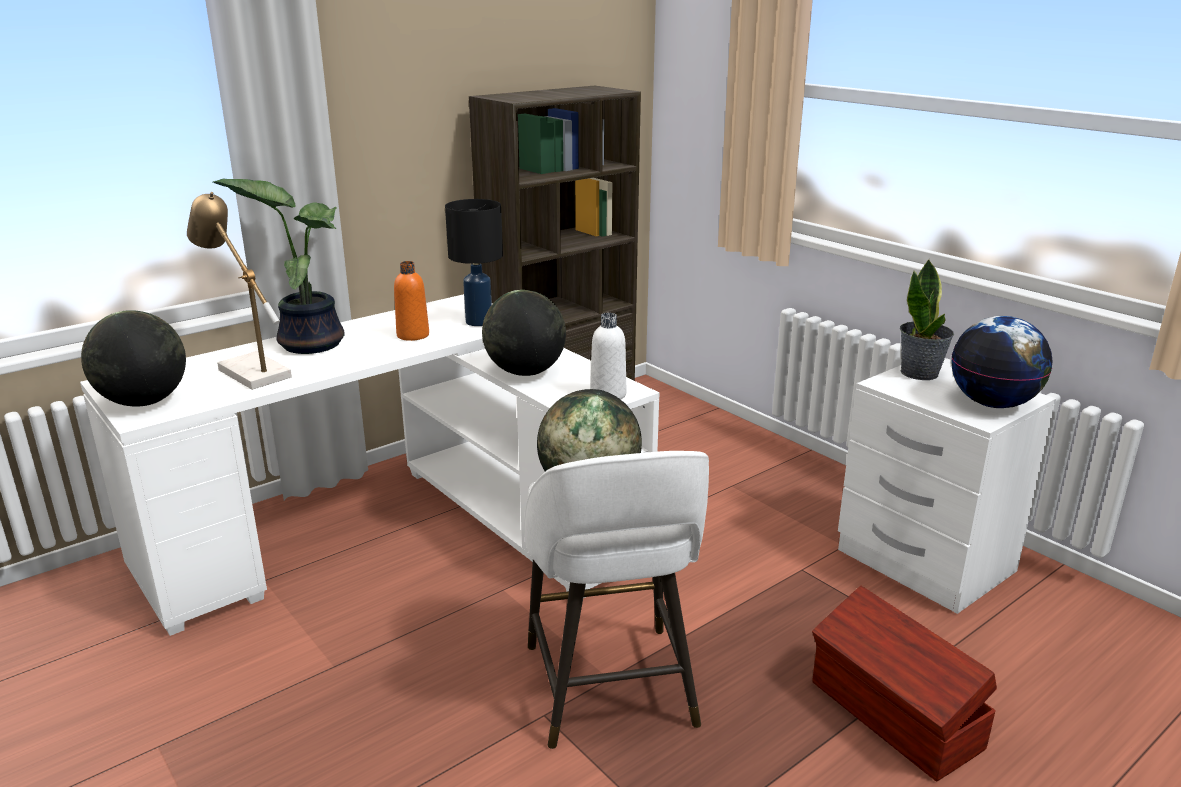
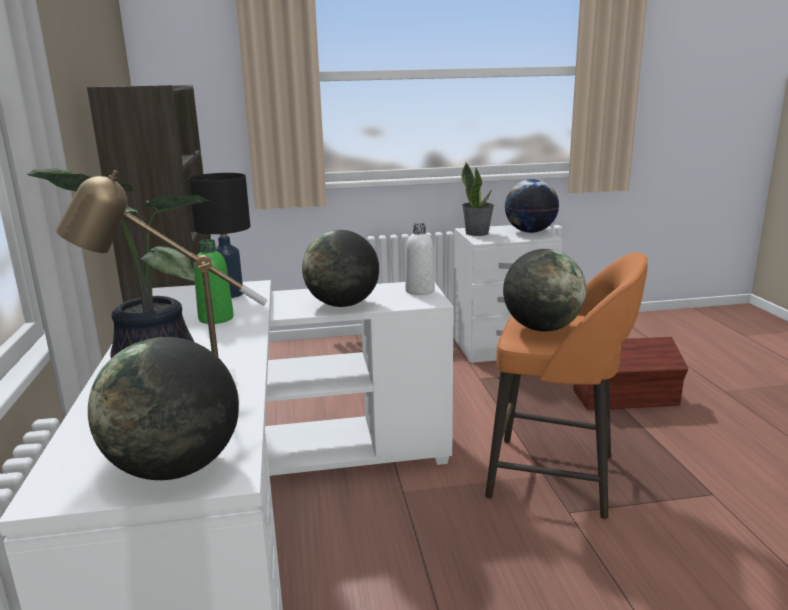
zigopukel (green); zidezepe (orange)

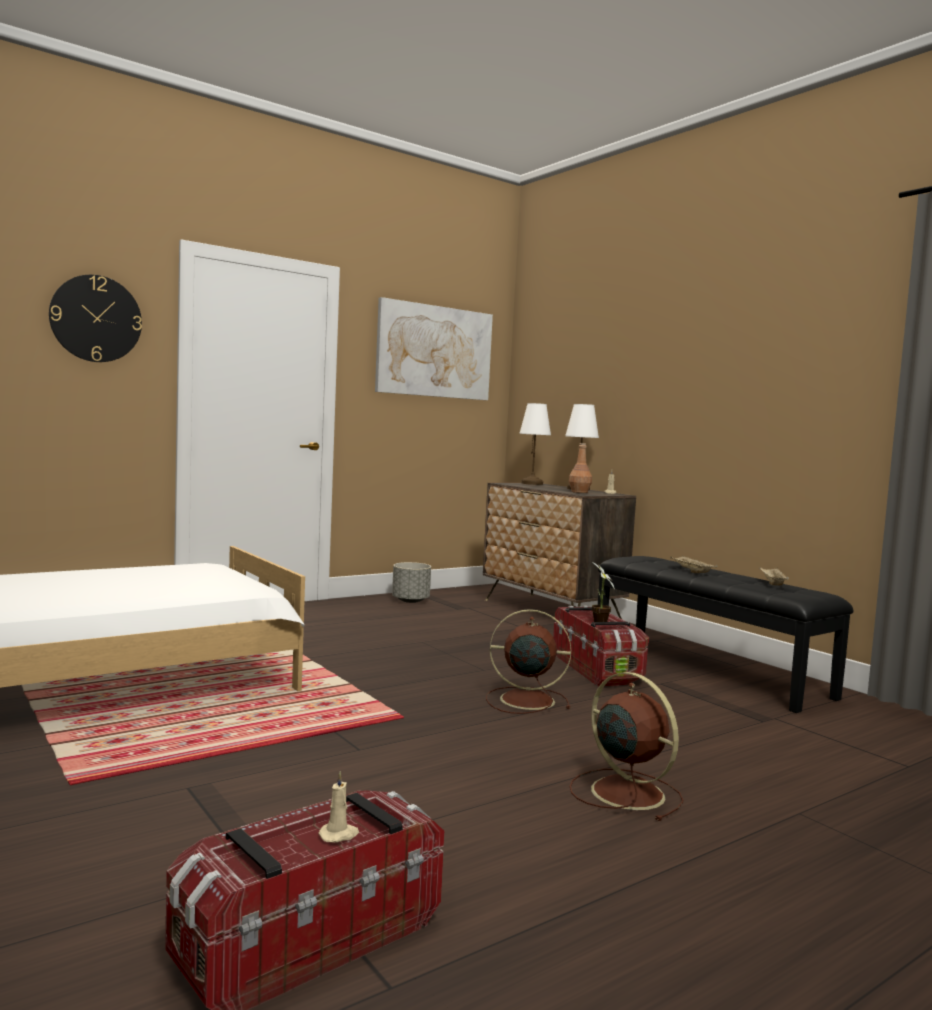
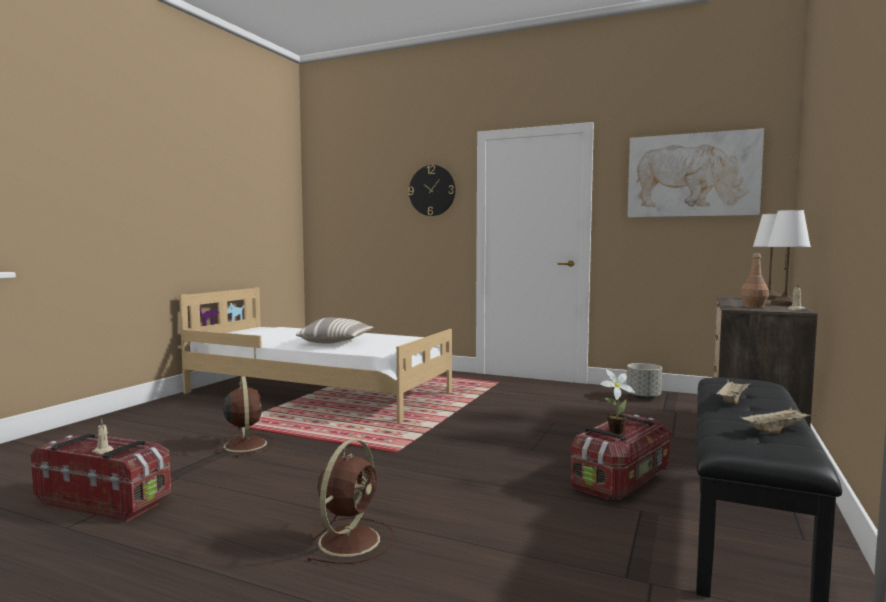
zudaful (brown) (no. 1 from left); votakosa

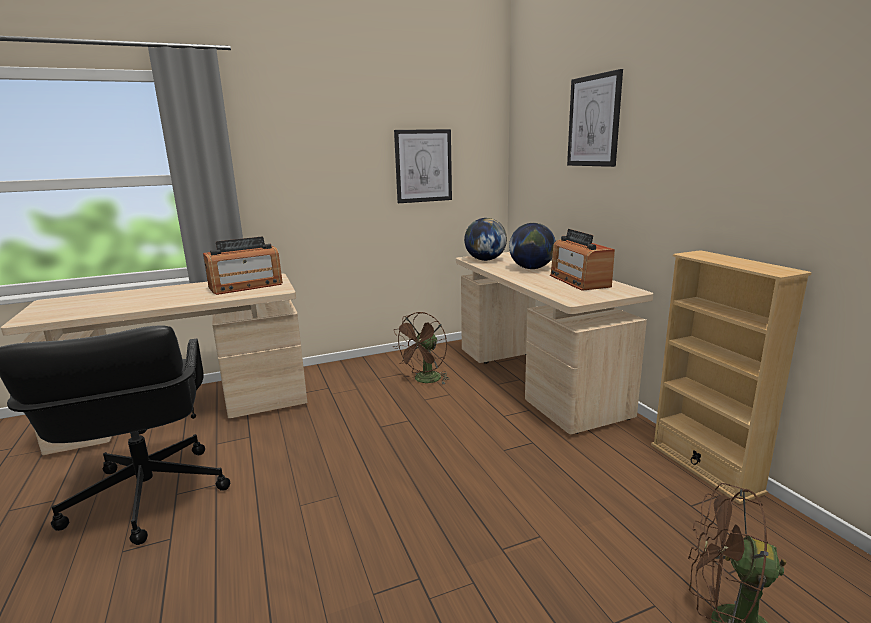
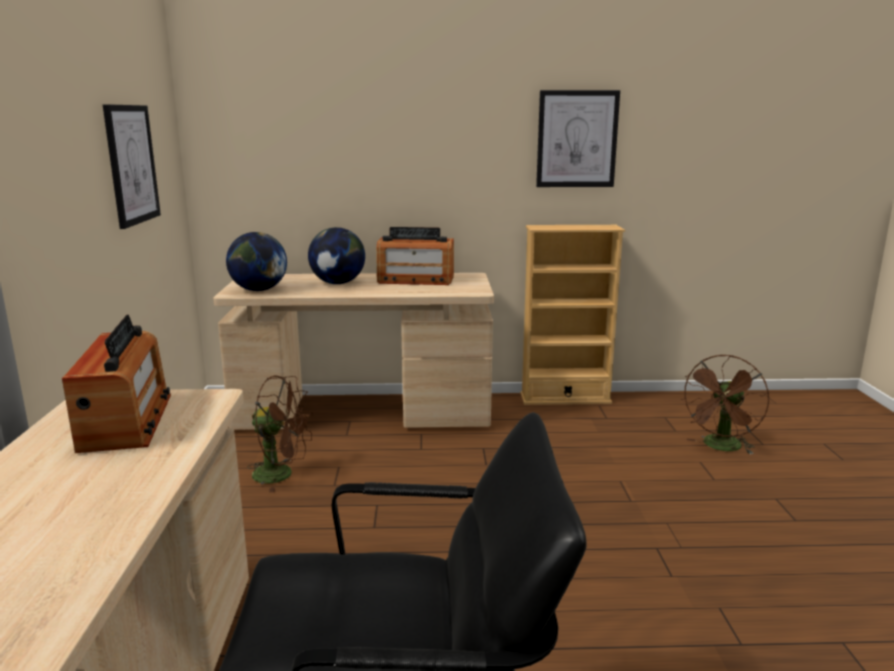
zudaful (brown) (no. 1 from left); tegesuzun (no. 2 from left)

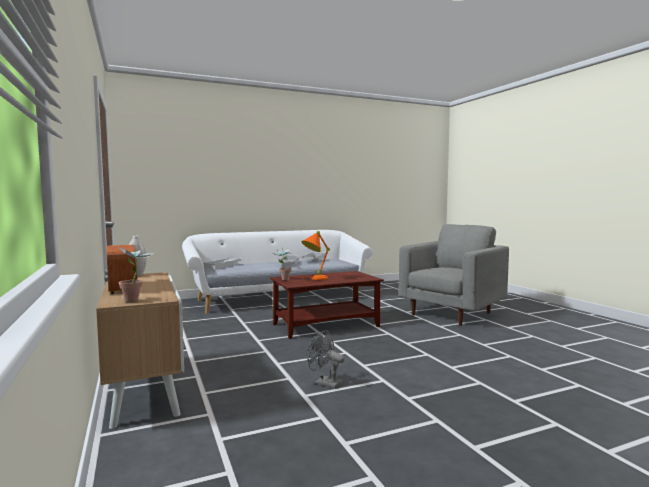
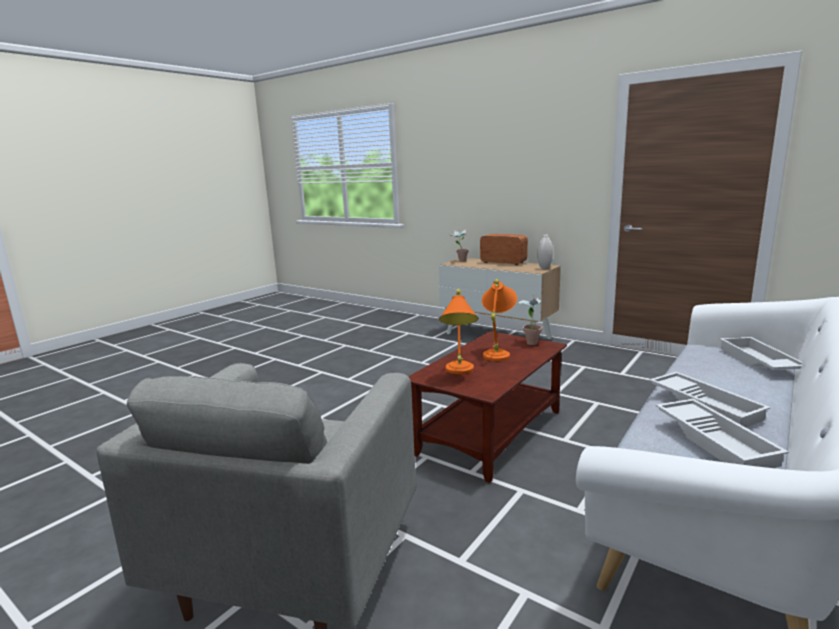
zudaful (grey); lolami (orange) (no. 1 from left)

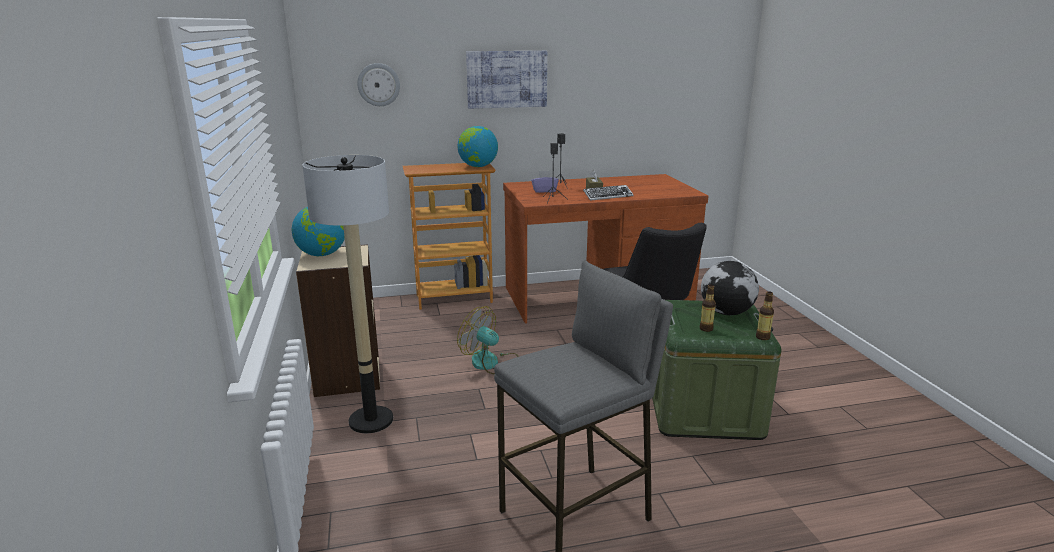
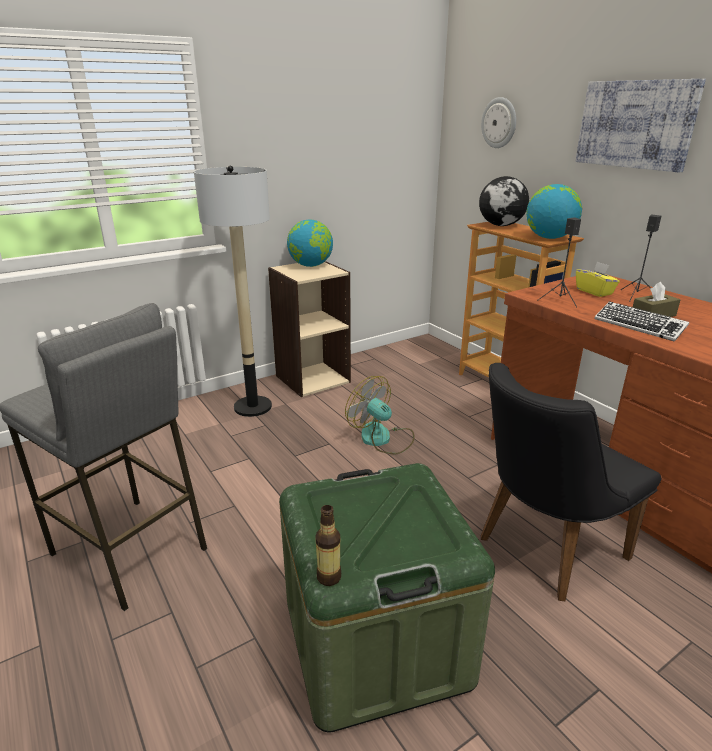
zudaful; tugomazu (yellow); zigopukel (no. 1 from left in the first image); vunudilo (no. 2 from left)

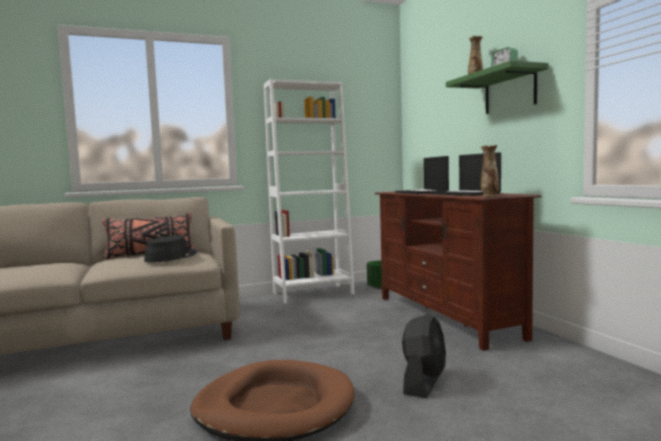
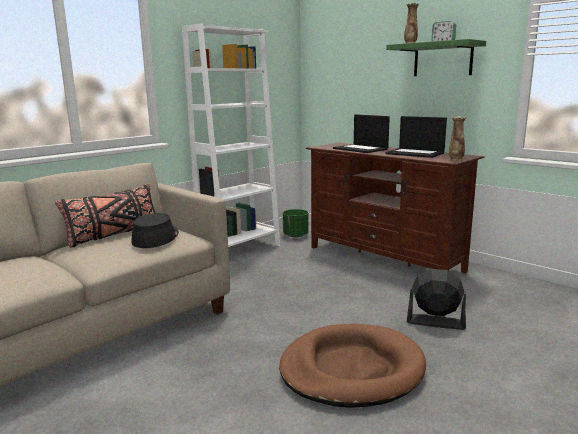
zudaful (black)

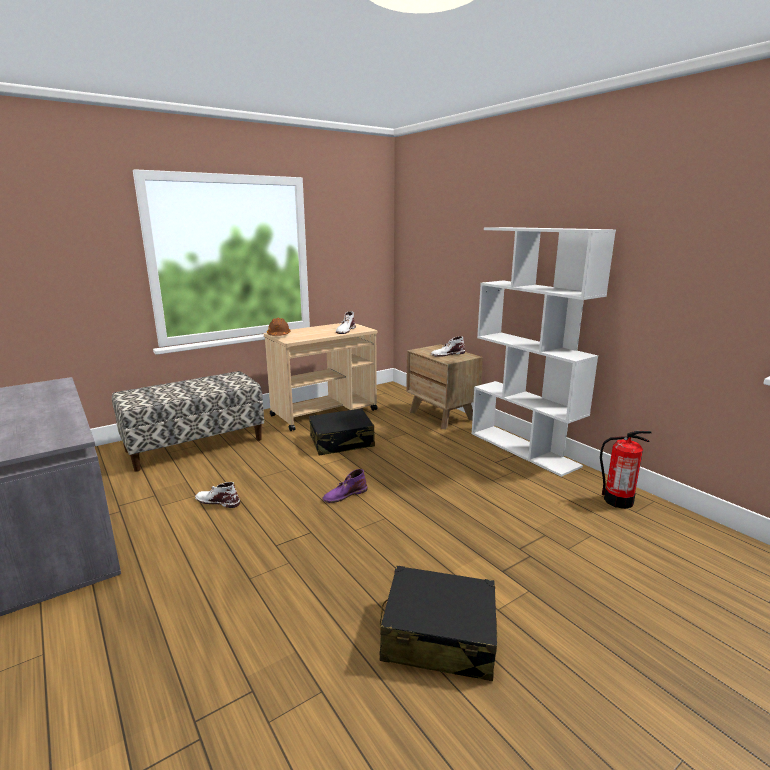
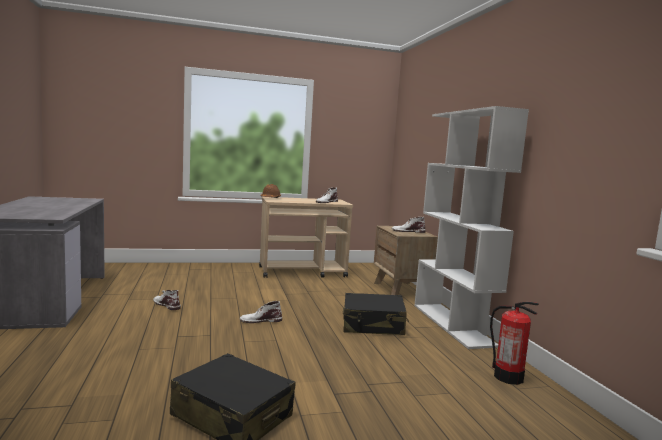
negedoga; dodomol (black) (no. 2 from left); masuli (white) (no. 2 from left)

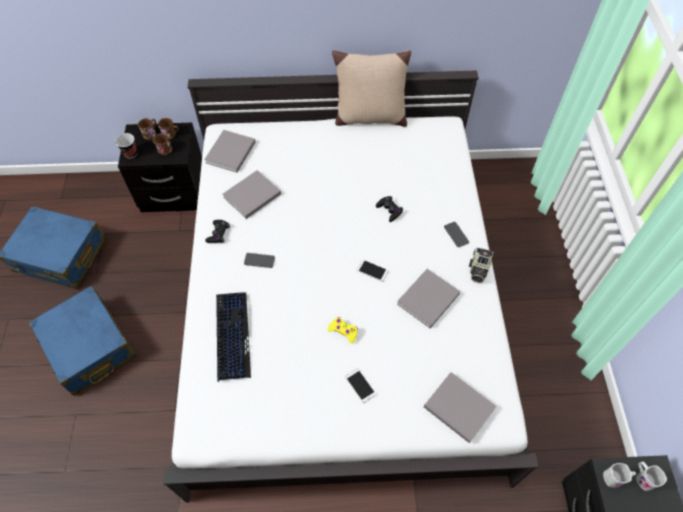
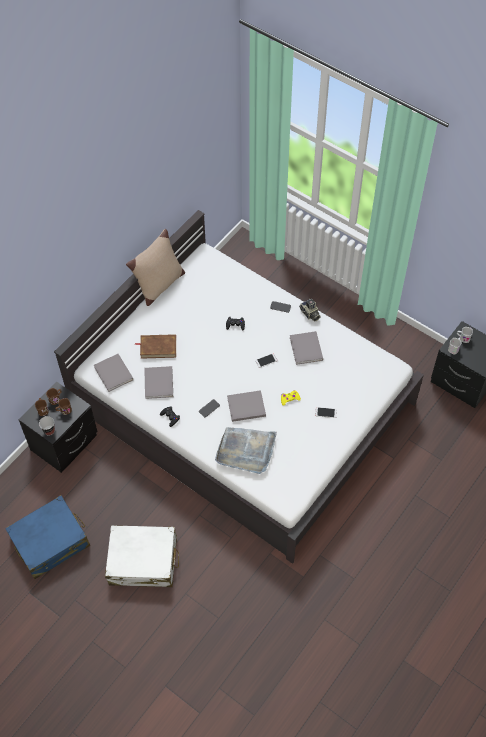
dodomol (white); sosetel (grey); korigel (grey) (no. 3 from left); korigel (brown)

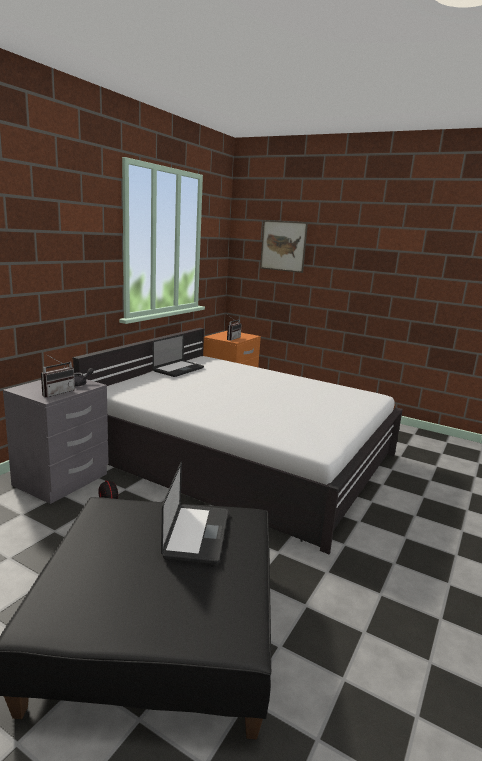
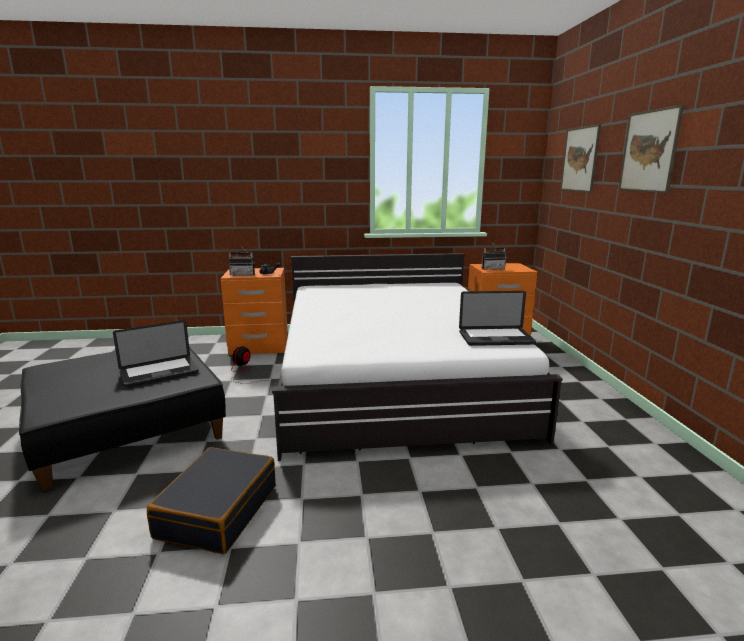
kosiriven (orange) (no. 1 from left); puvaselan (no. 2 from left); dodomol (black); tegesuzun (no. 2 from left)

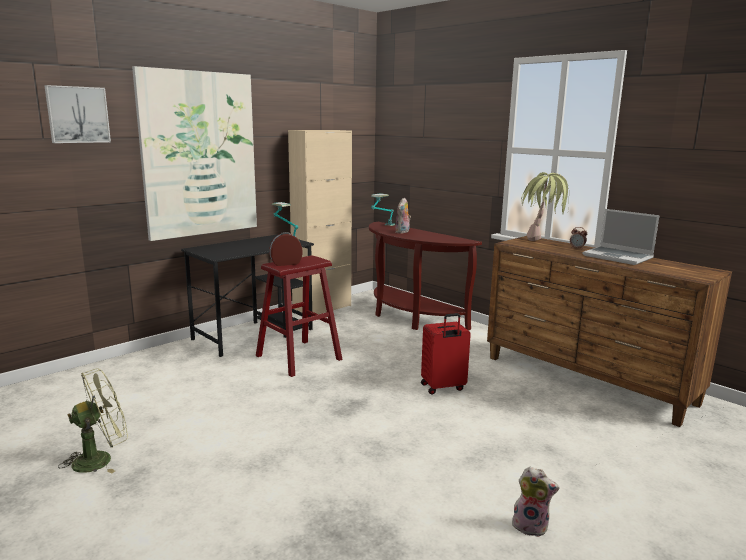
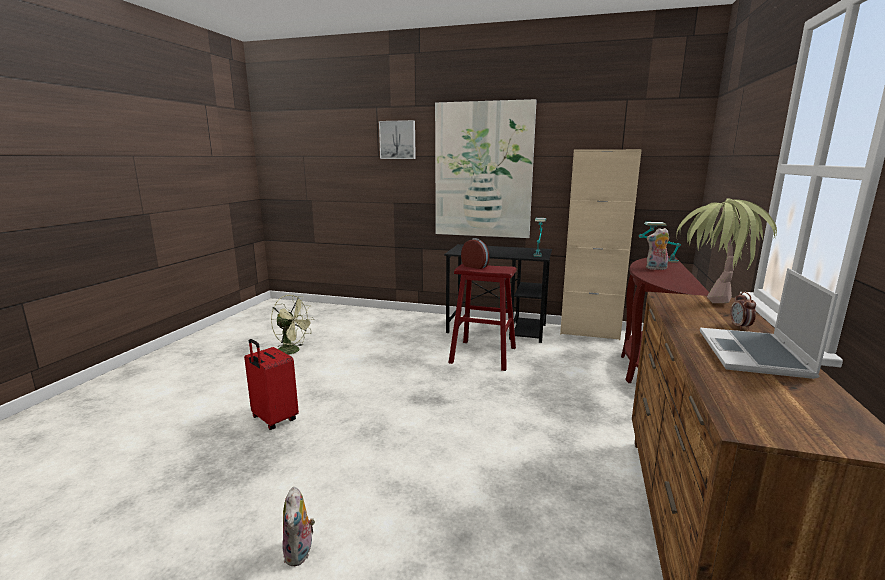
dodomol (red)

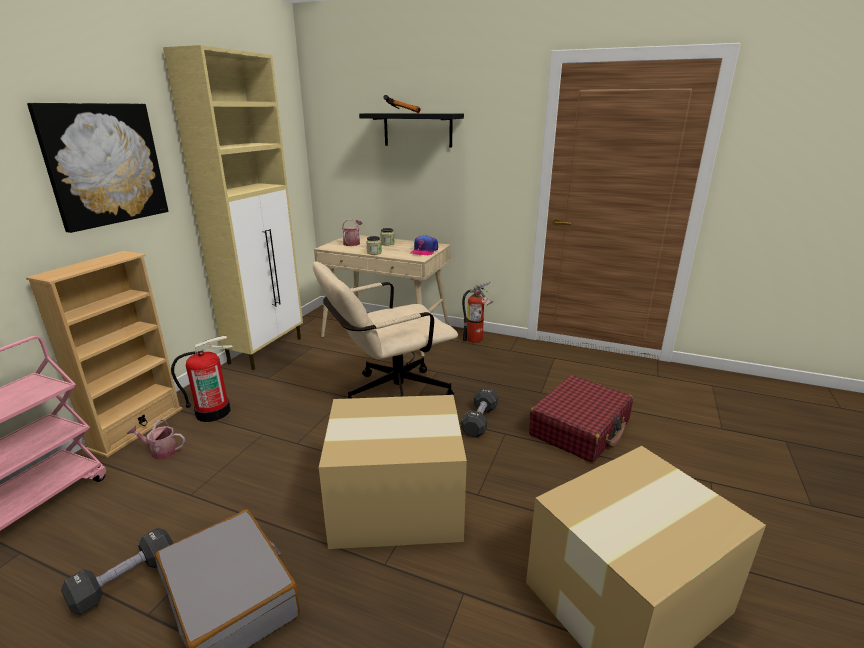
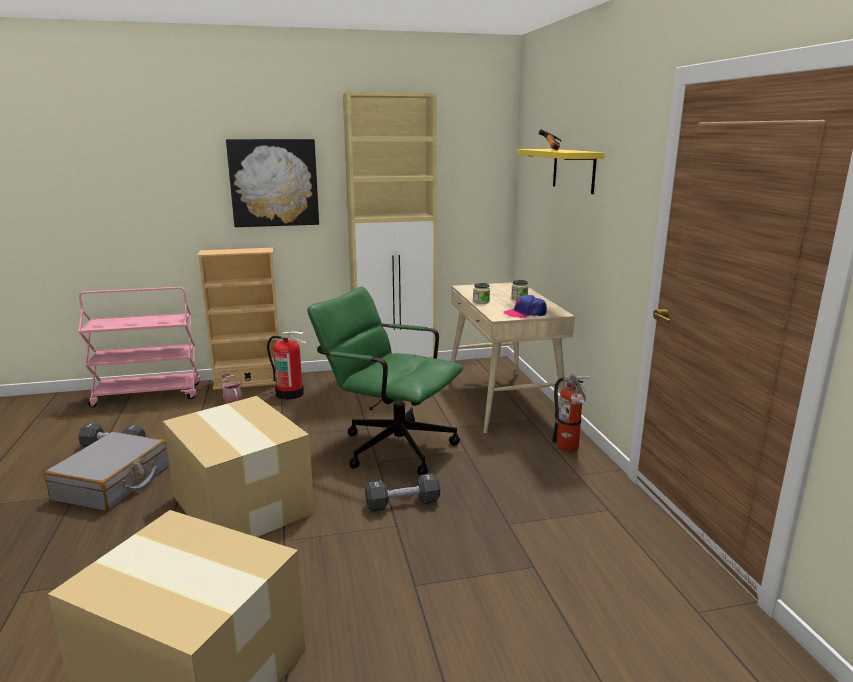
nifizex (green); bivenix (no. 2 from left in the first image); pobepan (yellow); dodomol (red)

